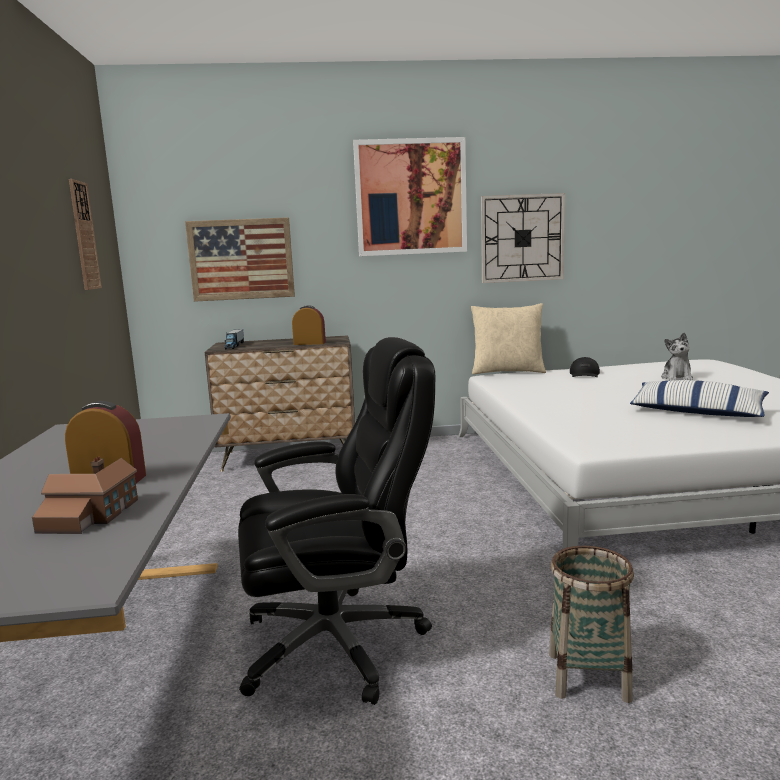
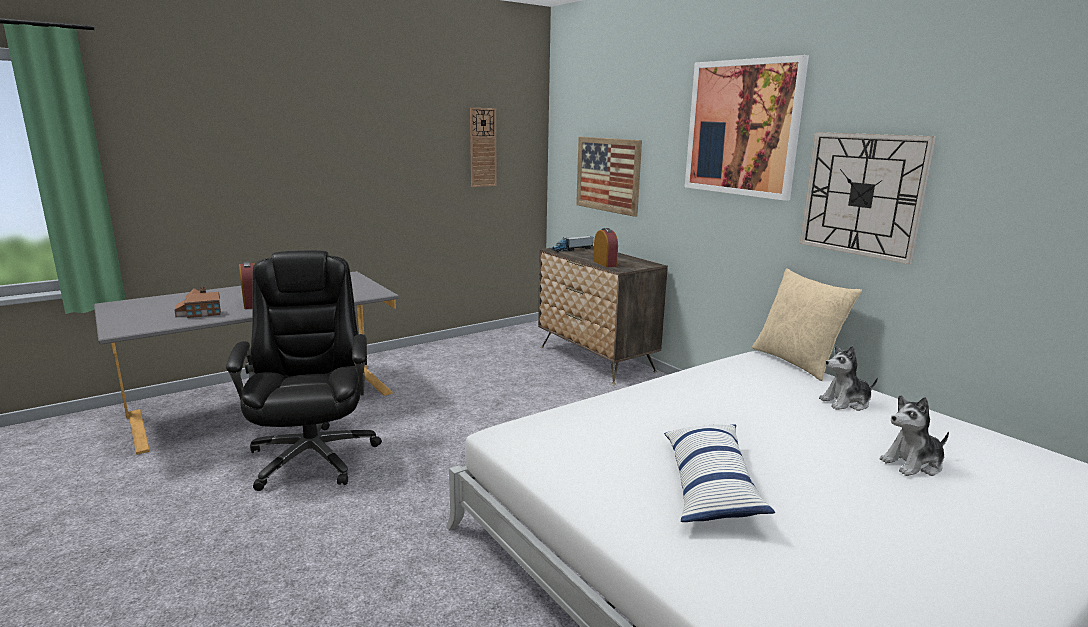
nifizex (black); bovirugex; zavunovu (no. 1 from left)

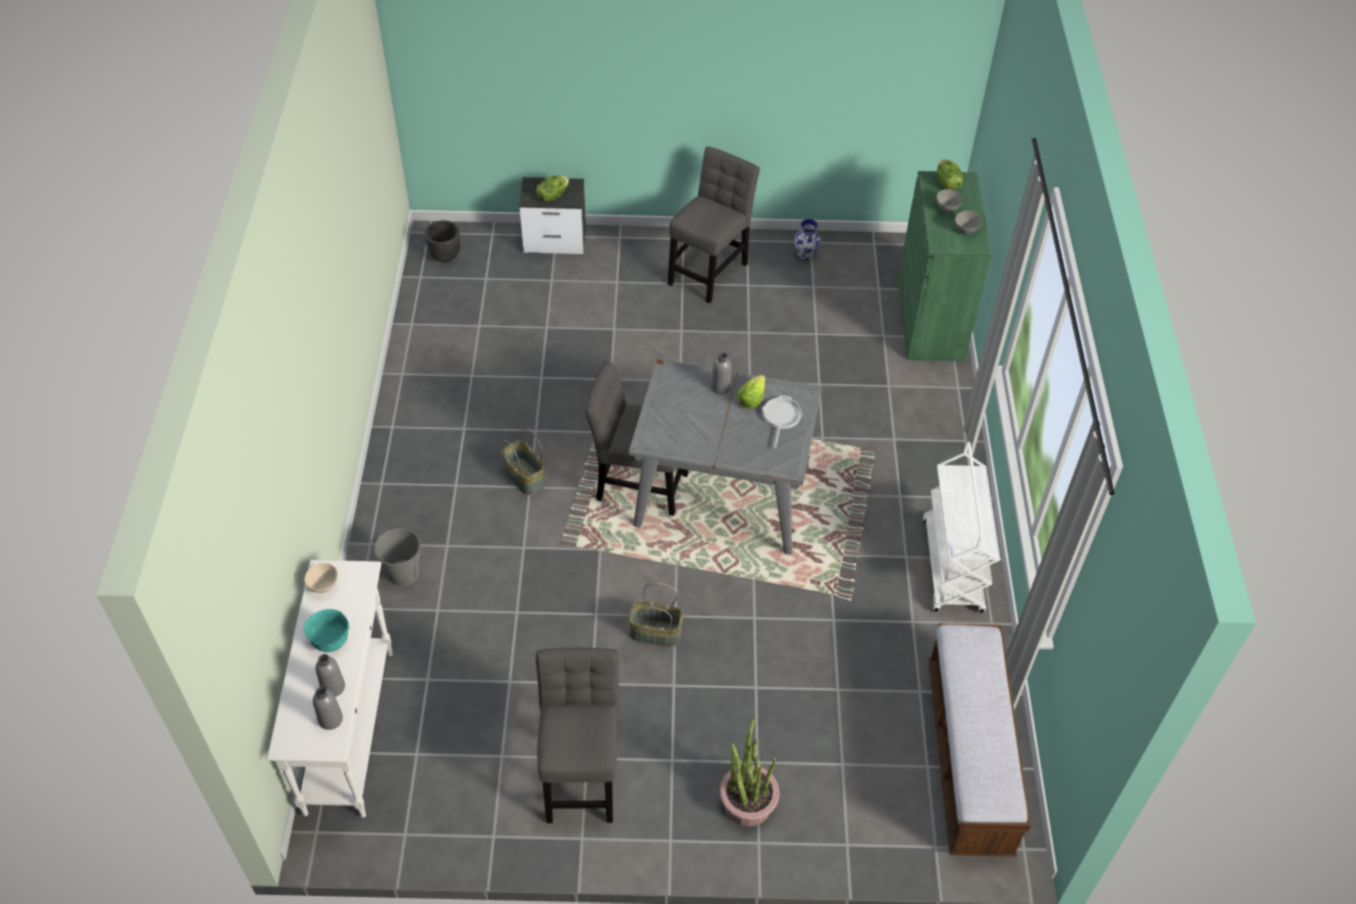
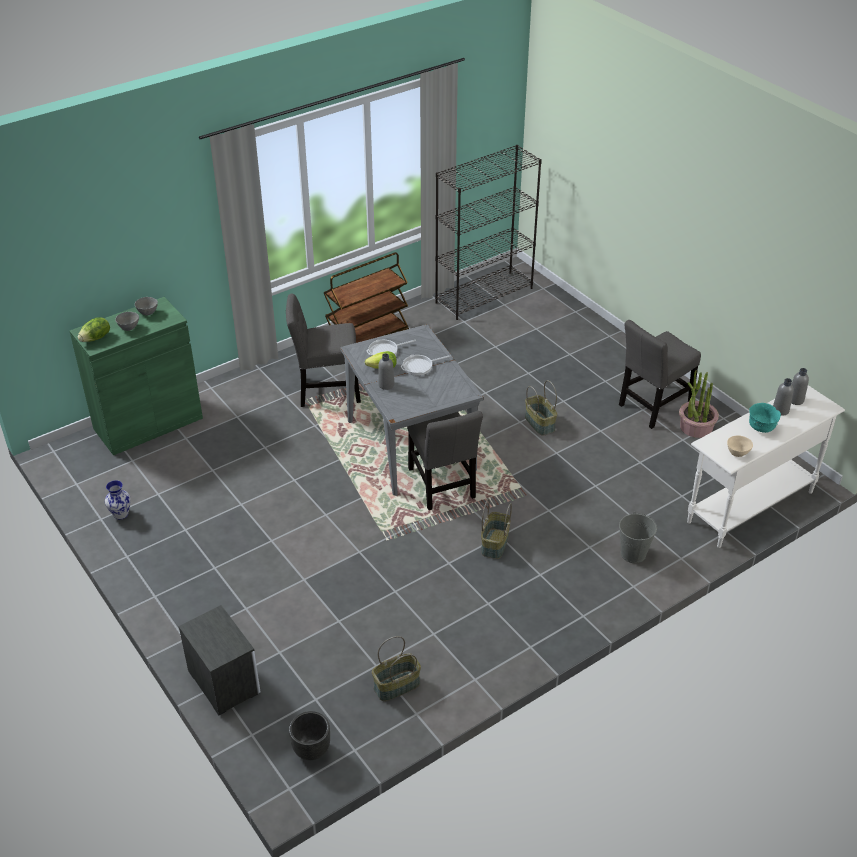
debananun (no. 1 from left in the first image); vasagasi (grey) (no. 1 from left); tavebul; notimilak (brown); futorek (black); bovirugex (no. 1 from left); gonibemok (no. 2 from left)

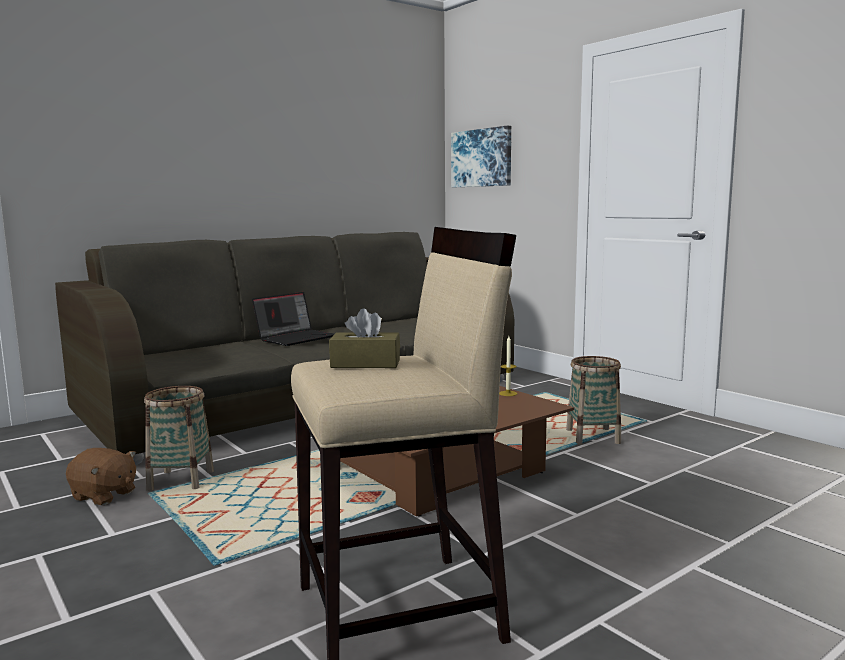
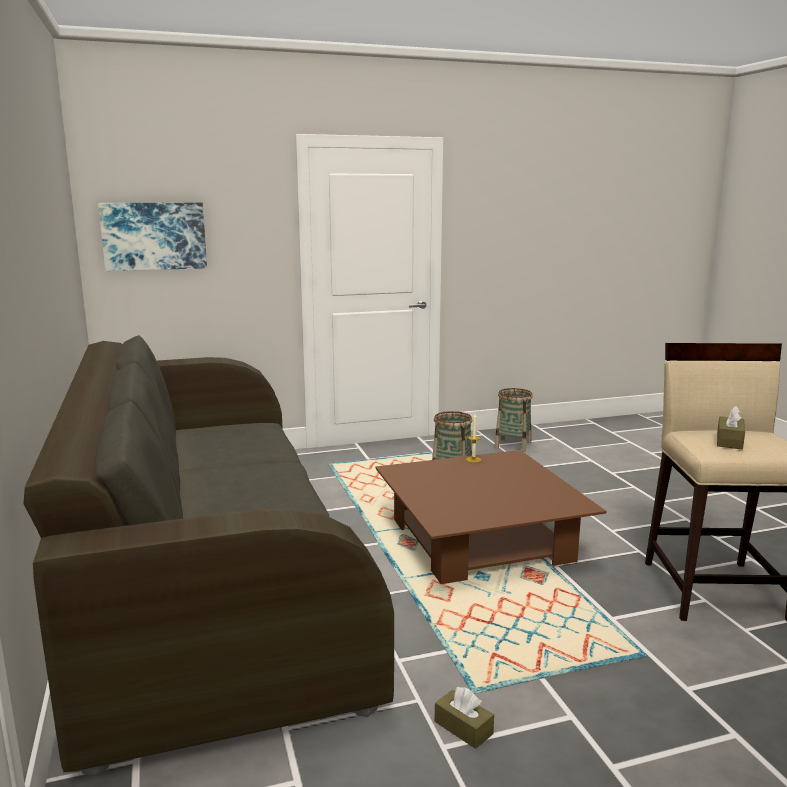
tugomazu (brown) (no. 1 from left); bovirugex (no. 2 from left); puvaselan

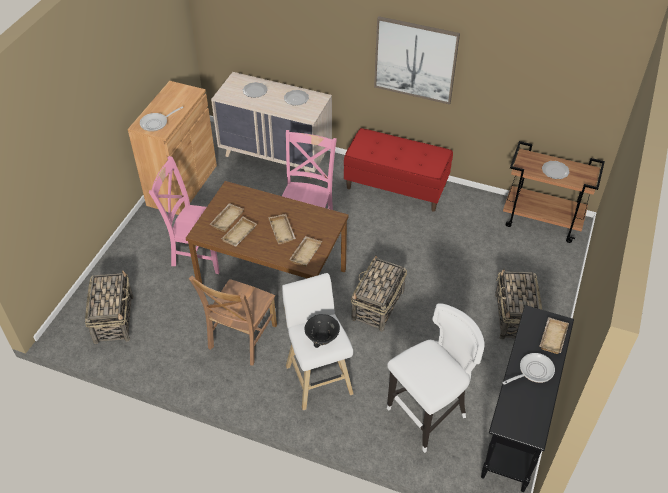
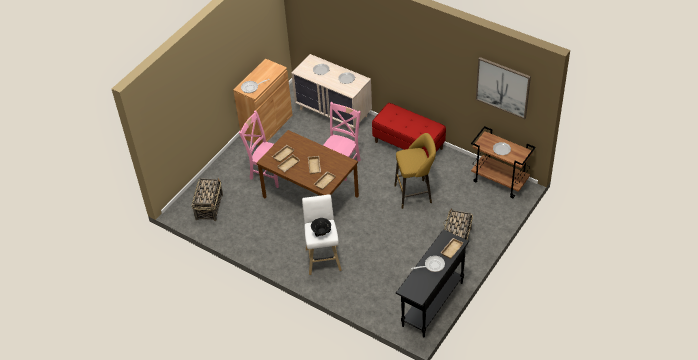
vasagasi (brown); bovirugex (no. 2 from left in the first image); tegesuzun; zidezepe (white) (no. 2 from left in the first image); zidezepe (yellow)

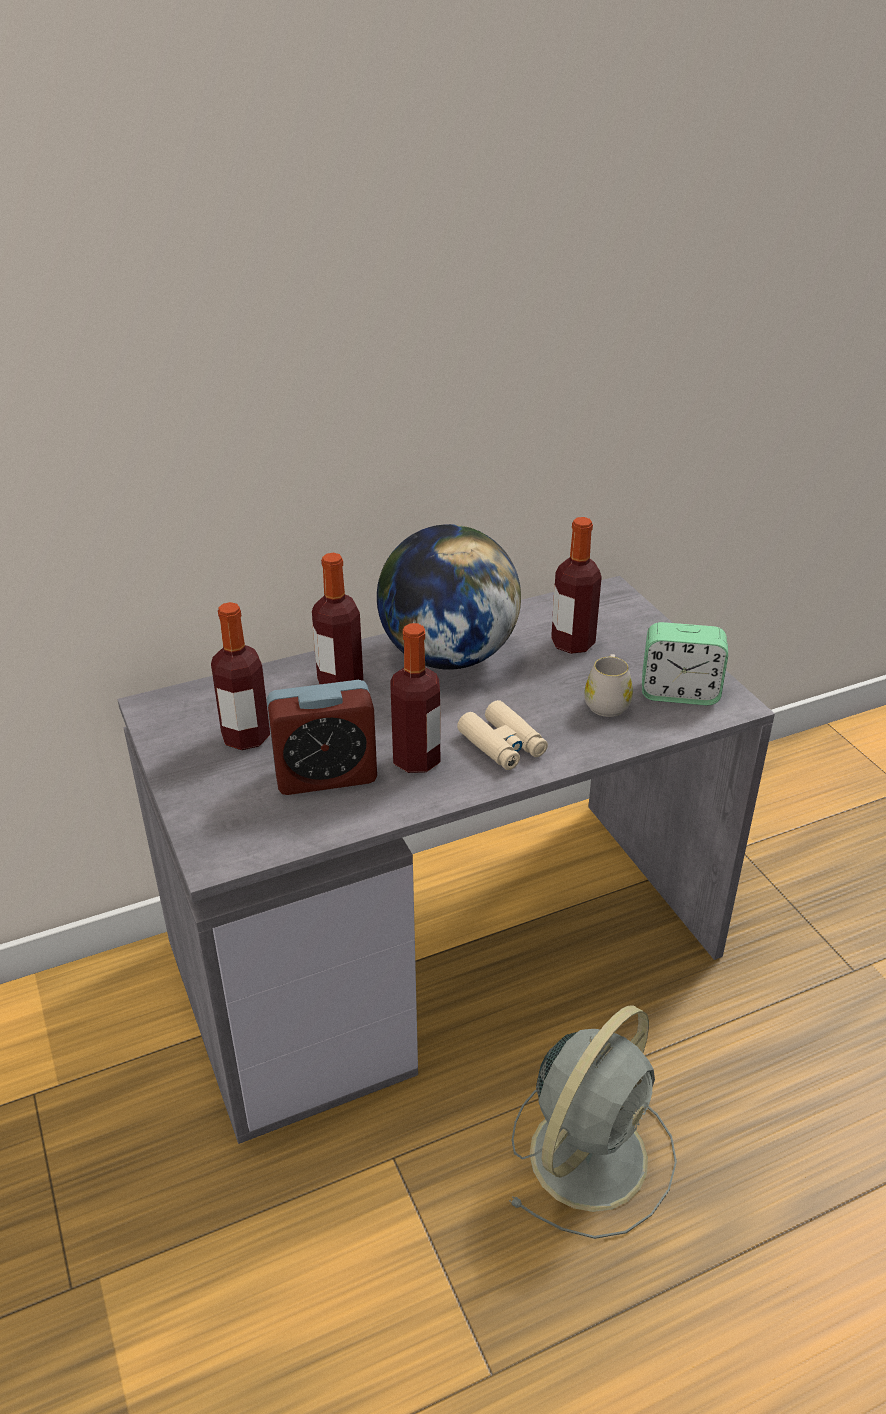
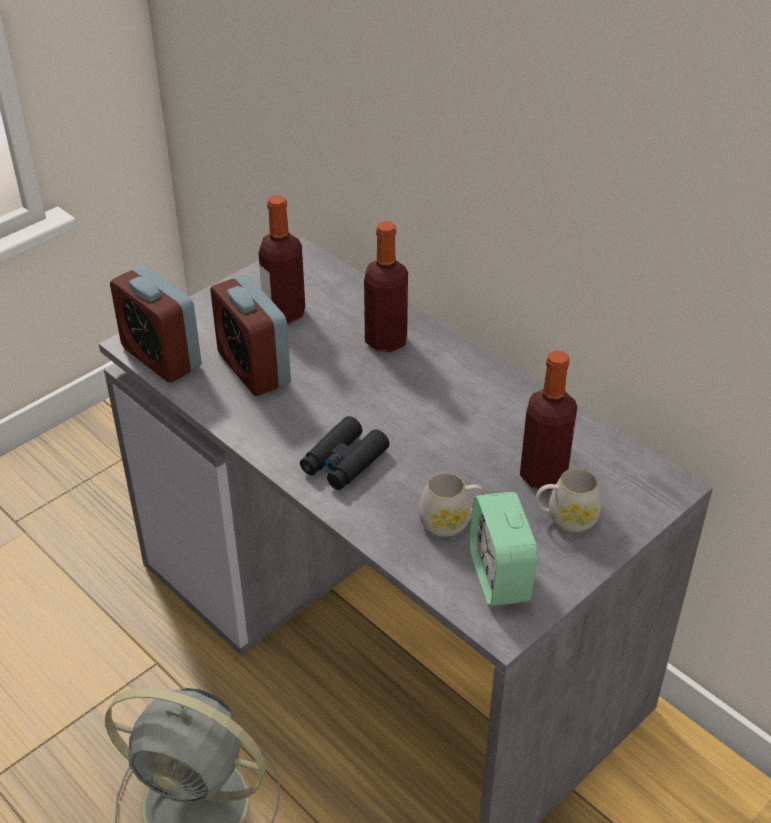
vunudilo; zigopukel (no. 3 from left in the first image); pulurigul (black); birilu (no. 1 from left); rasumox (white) (no. 2 from left)

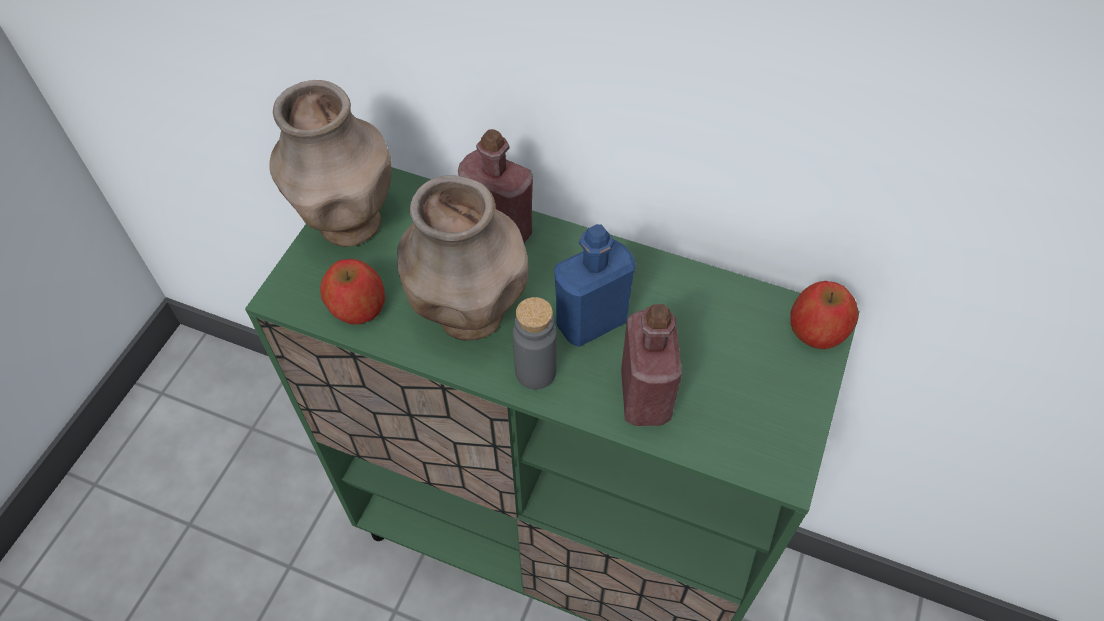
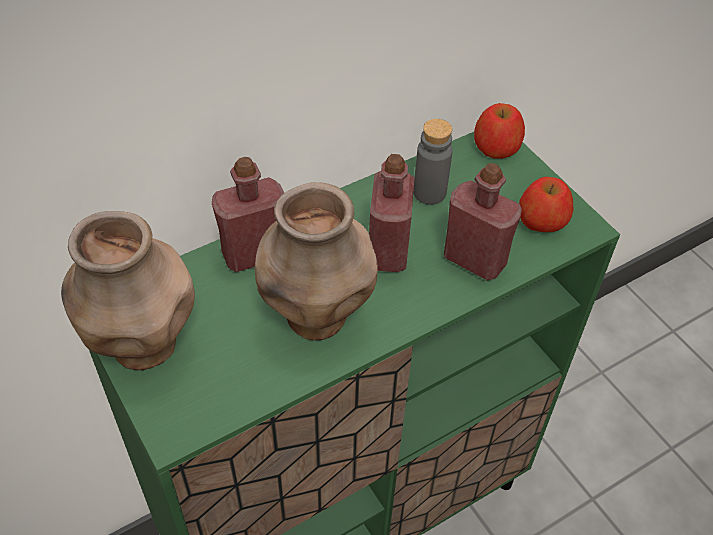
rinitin (no. 2 from left); zigopukel (grey); zigopukel (red) (no. 2 from left)

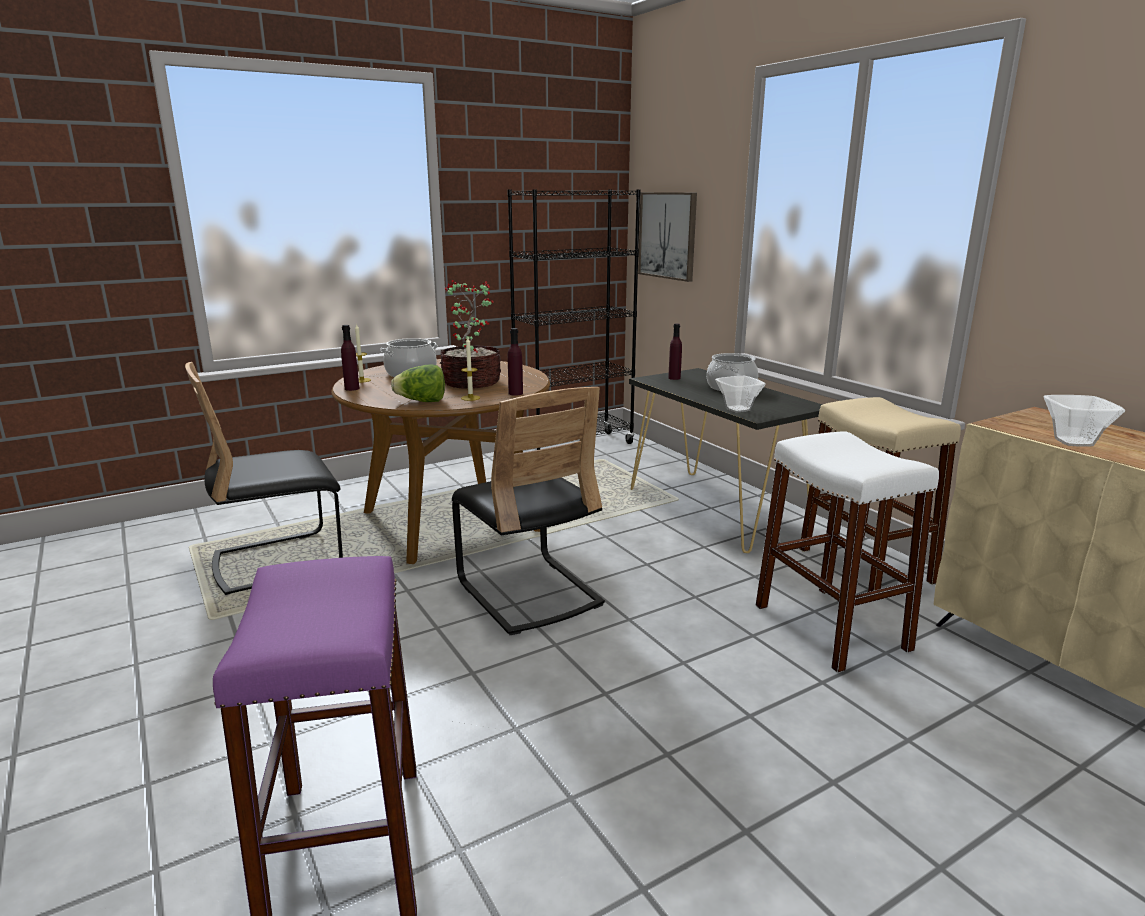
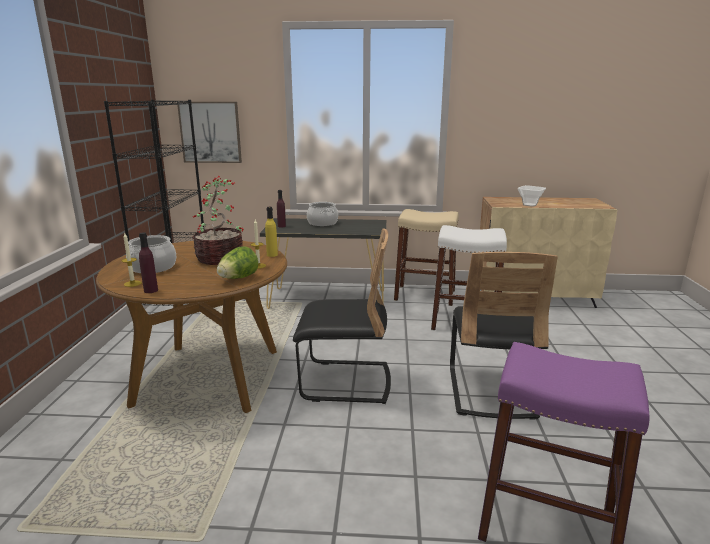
vasagasi (black) (no. 2 from left); zigopukel (yellow); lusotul (no. 1 from left in the first image)

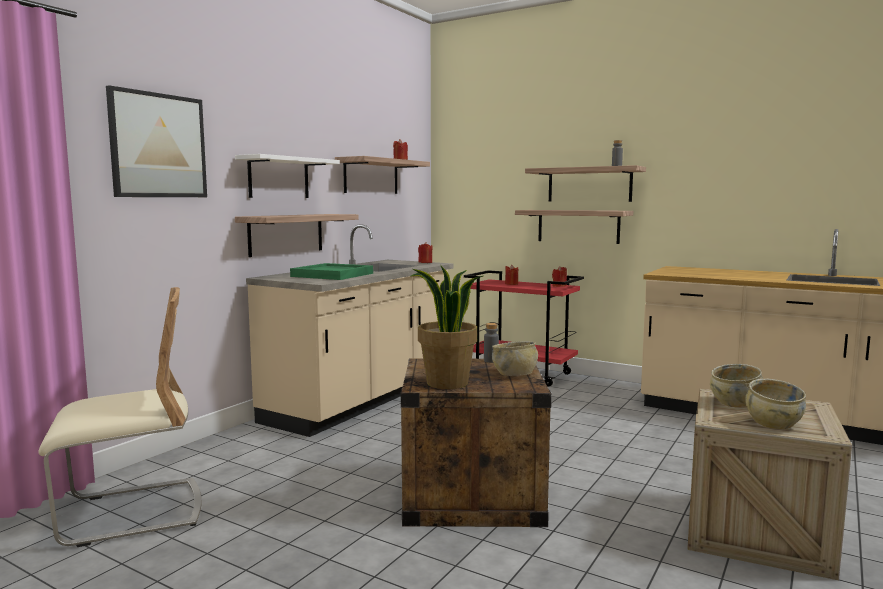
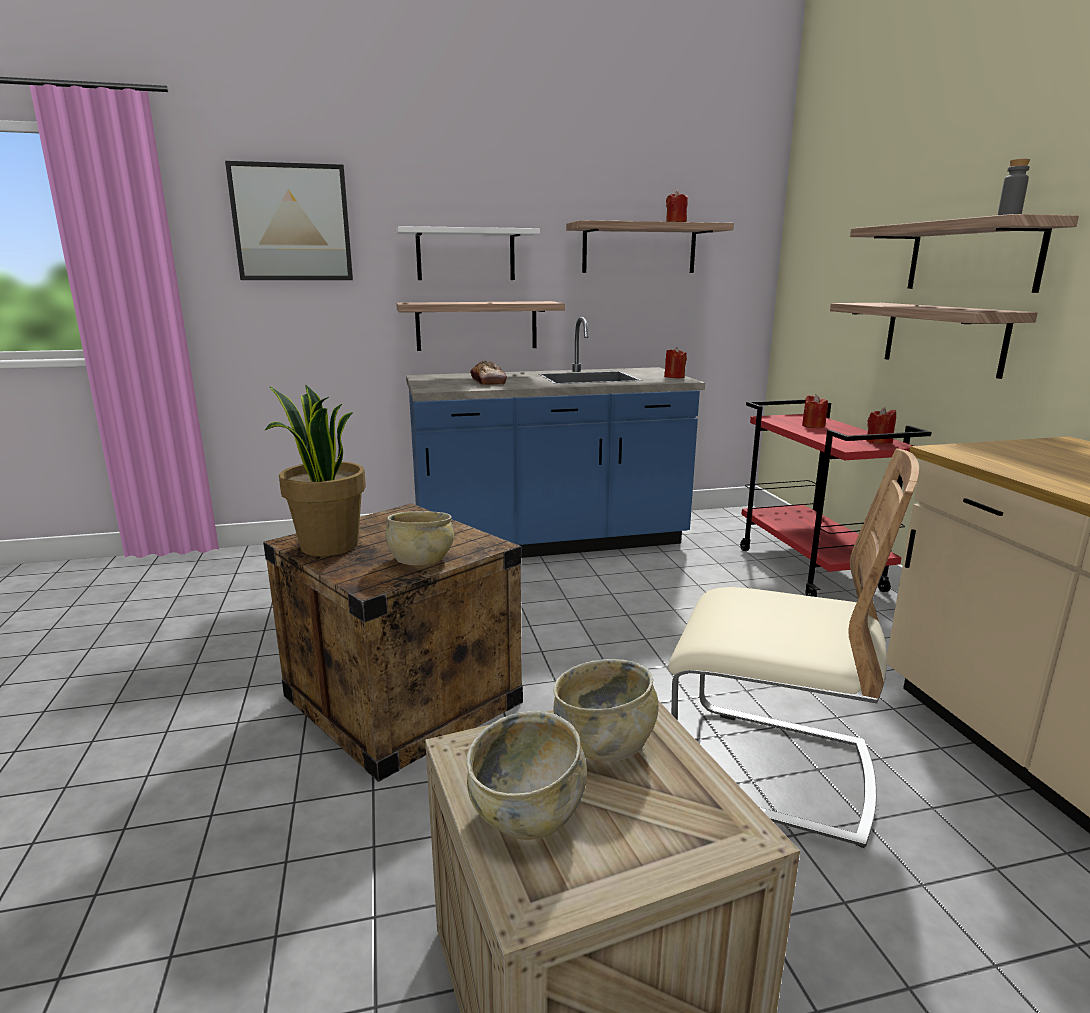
vasagasi (beige); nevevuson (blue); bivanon; zigopukel (grey) (no. 1 from left in the first image)

